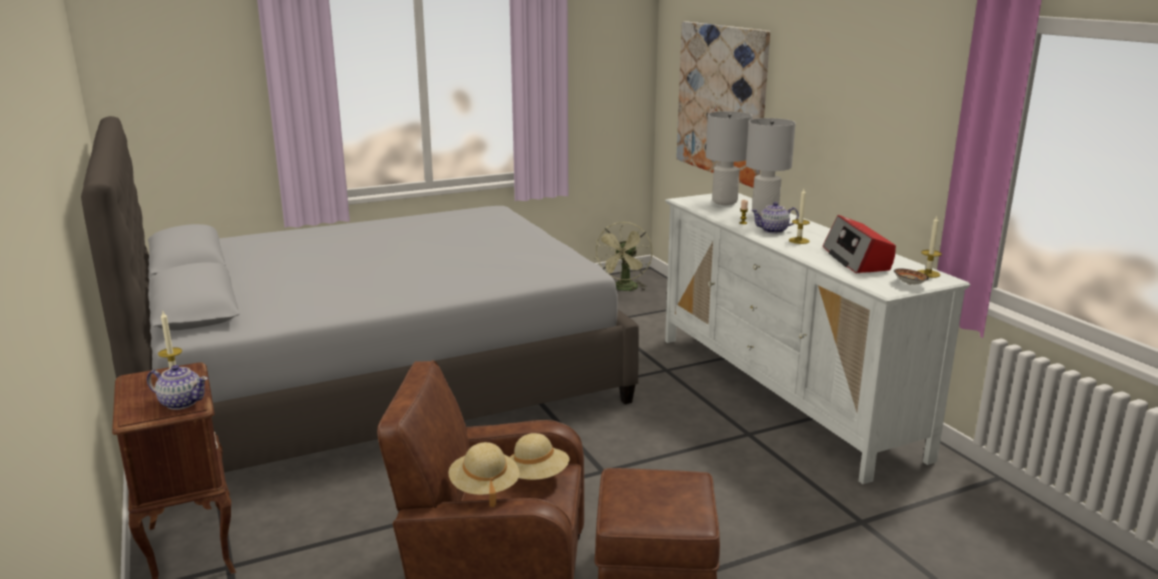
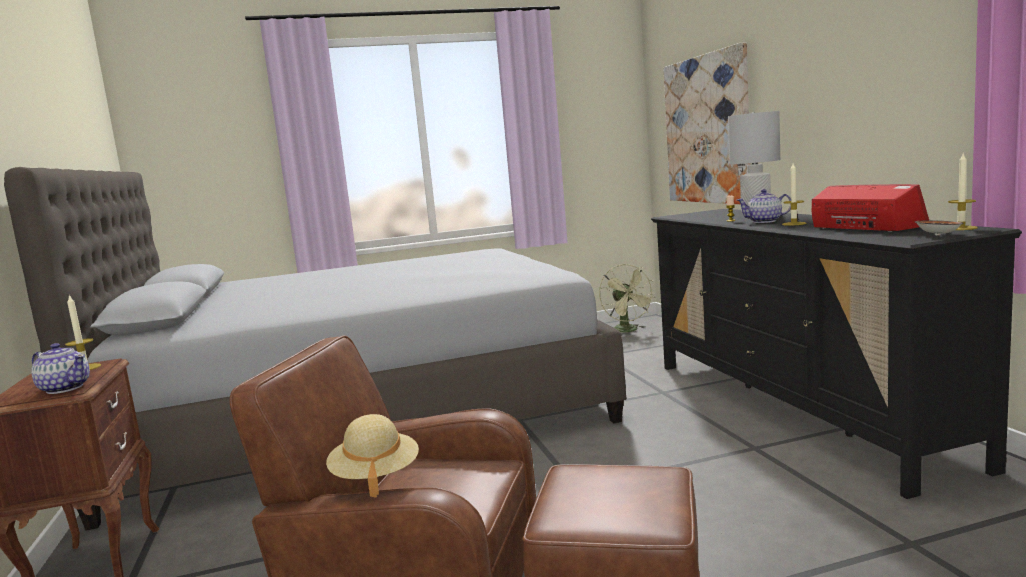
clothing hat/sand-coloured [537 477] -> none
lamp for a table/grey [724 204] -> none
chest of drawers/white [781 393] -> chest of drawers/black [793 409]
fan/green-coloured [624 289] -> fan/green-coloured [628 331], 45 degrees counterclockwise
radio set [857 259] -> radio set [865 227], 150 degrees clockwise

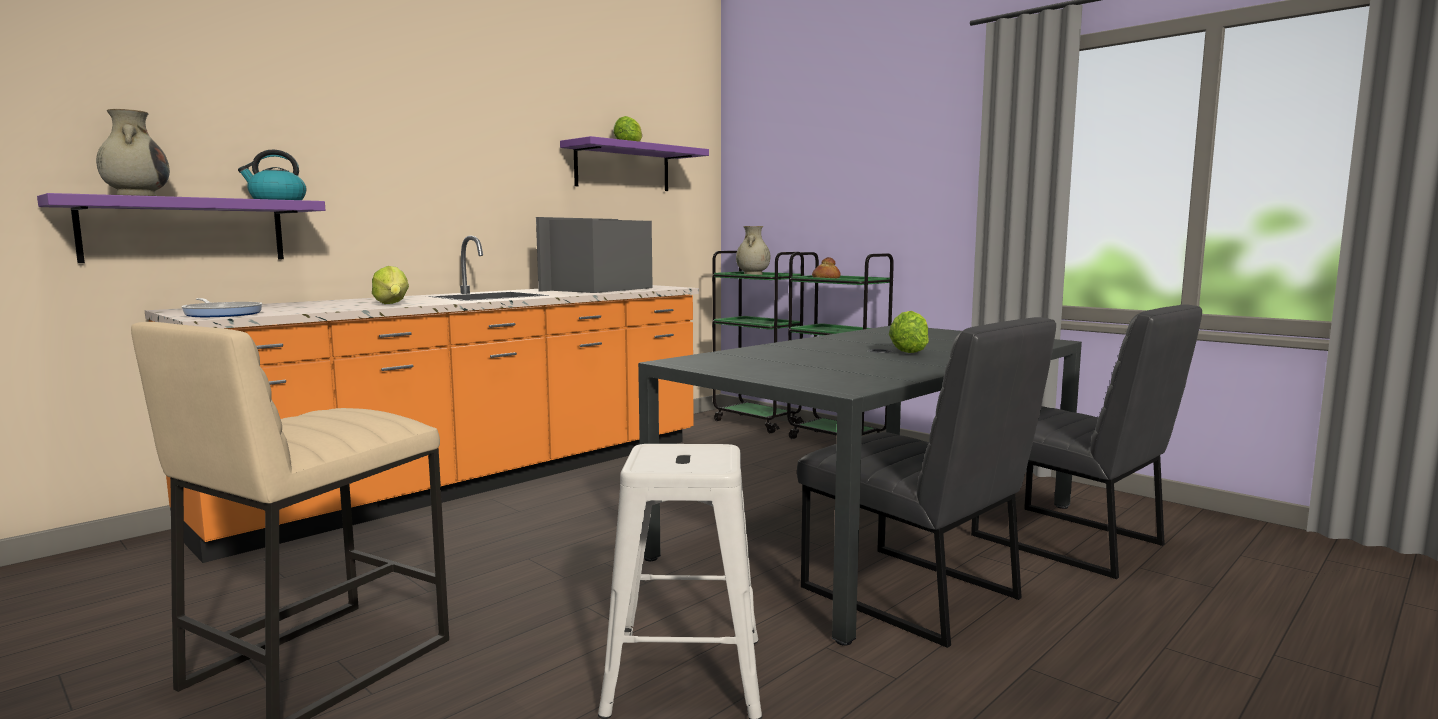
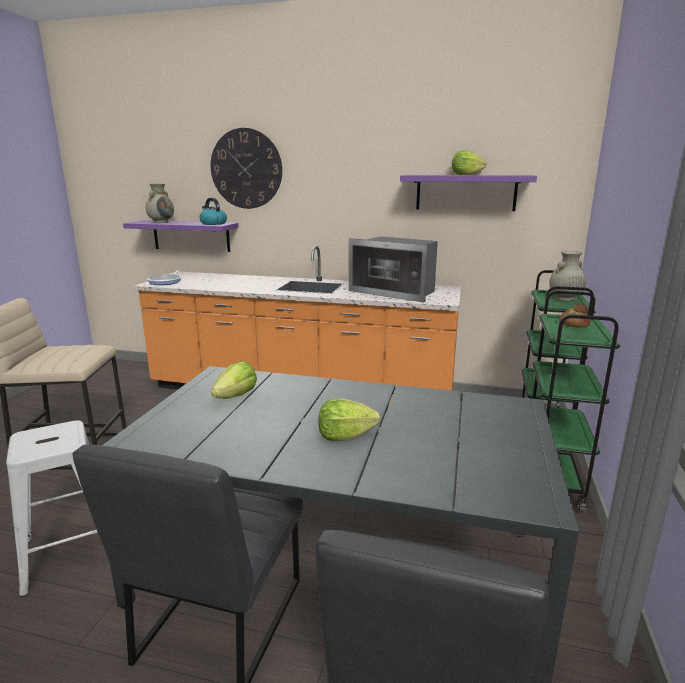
none -> hanging clock [246 169]
head of lettuce [392 304] -> head of lettuce [236 396], move
microwave oven [600 289] -> microwave oven [395 292], 150 degrees counterclockwise

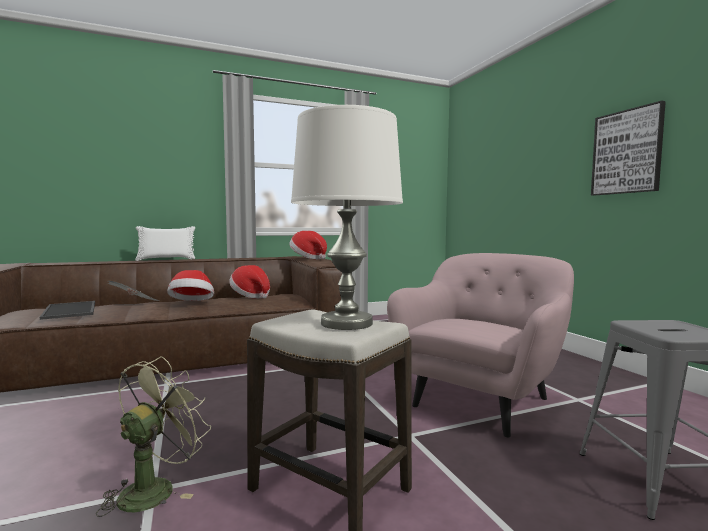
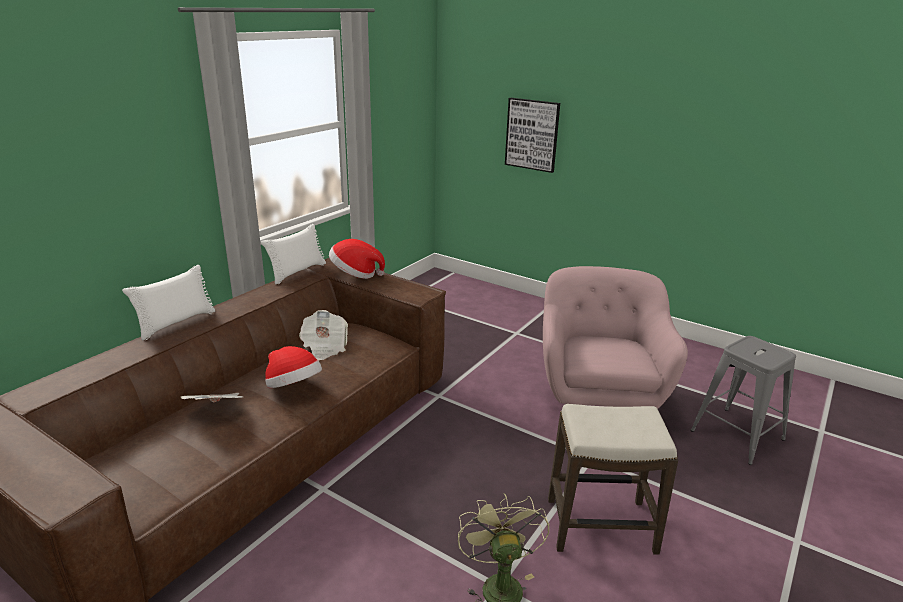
tray [71 310] -> none
lamp for a table/white [346 323] -> none
none -> pillow/white [297 272]
wall picture [627 152] -> wall picture [532 134], move
clothing hat [251 296] -> daily paper [324 347]

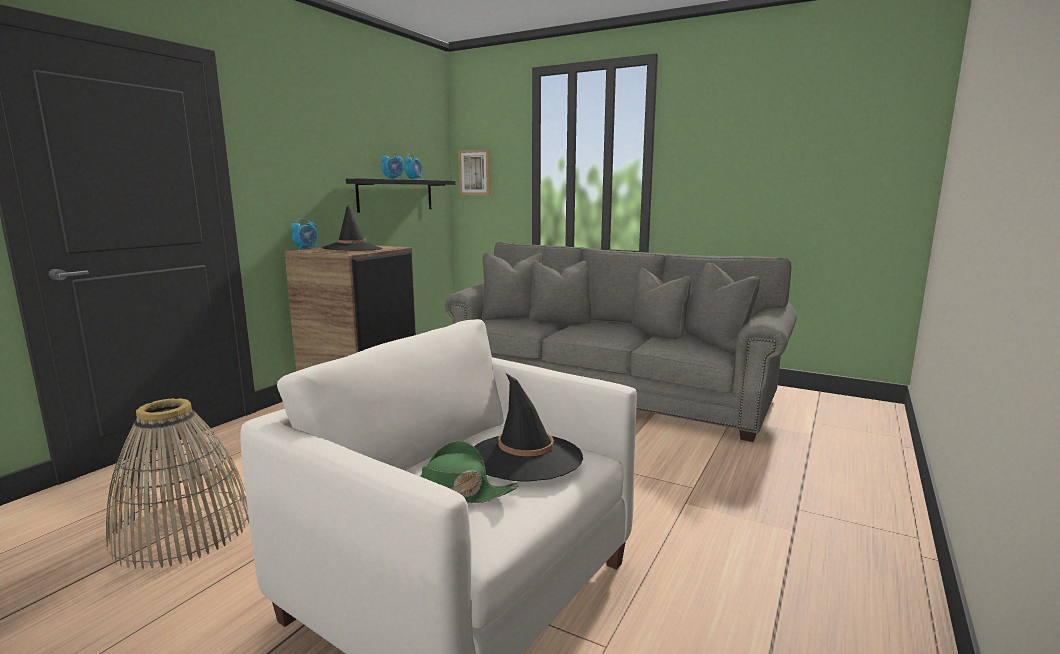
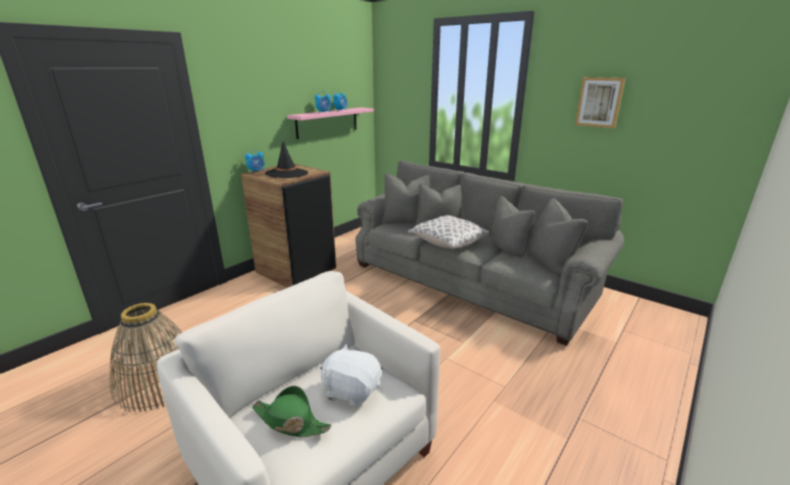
none -> pillow [447 243]
wall picture [475 172] -> wall picture [599 102], move
clothing hat/black [525 457] -> cuddly toy/white [351 390]
shelf/black [396 195] -> shelf/pink [327 122]

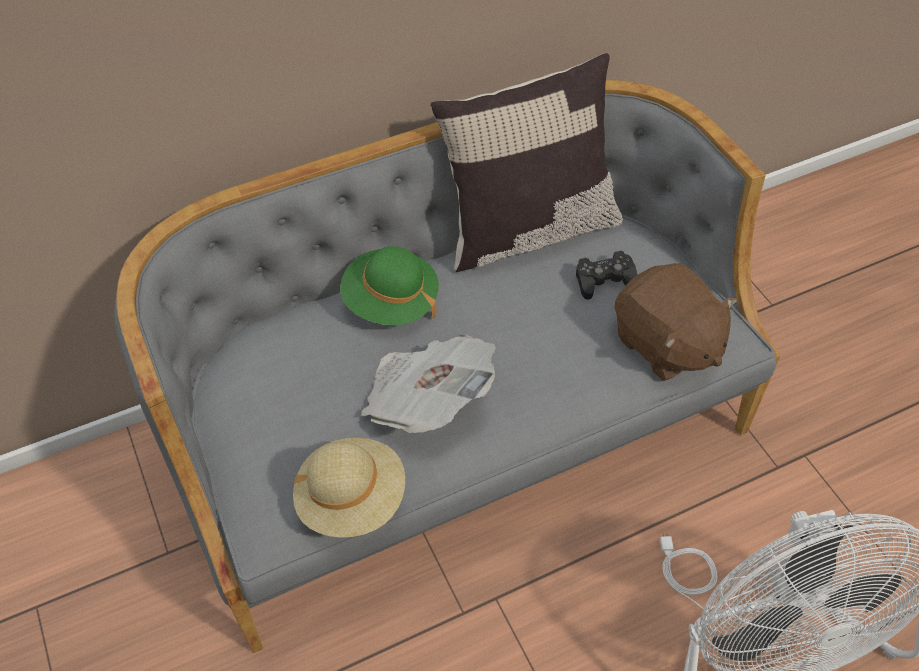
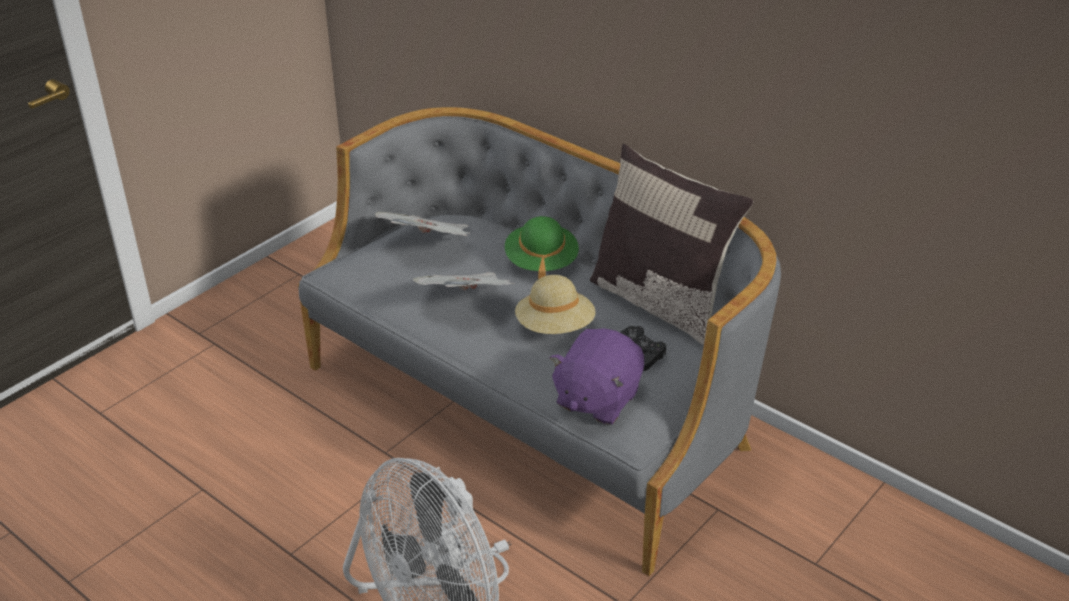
none -> daily paper [428 245]
clothing hat/sand-coloured [352 499] -> clothing hat/sand-coloured [555 327], move
cuddly toy/brownish [666 344] -> cuddly toy/purplish [596 399]

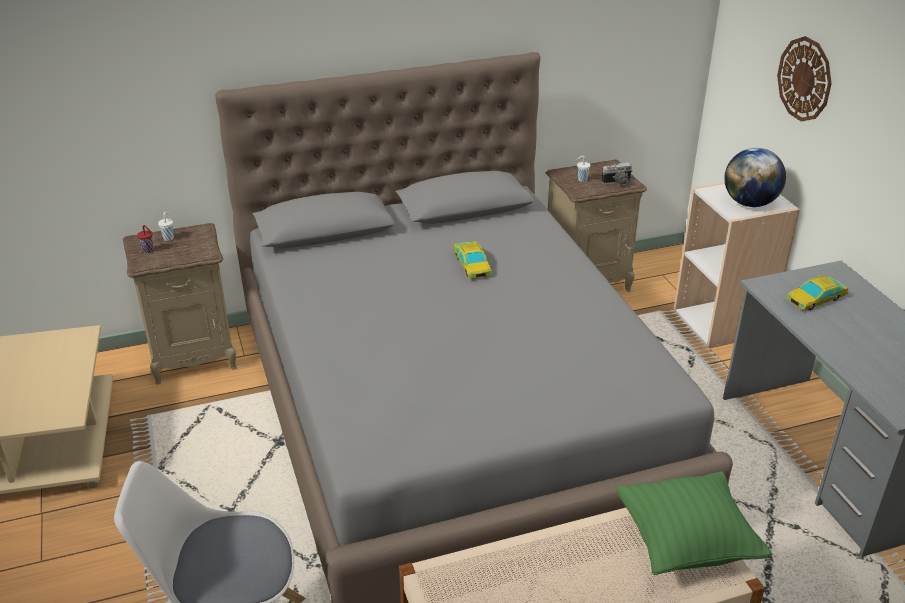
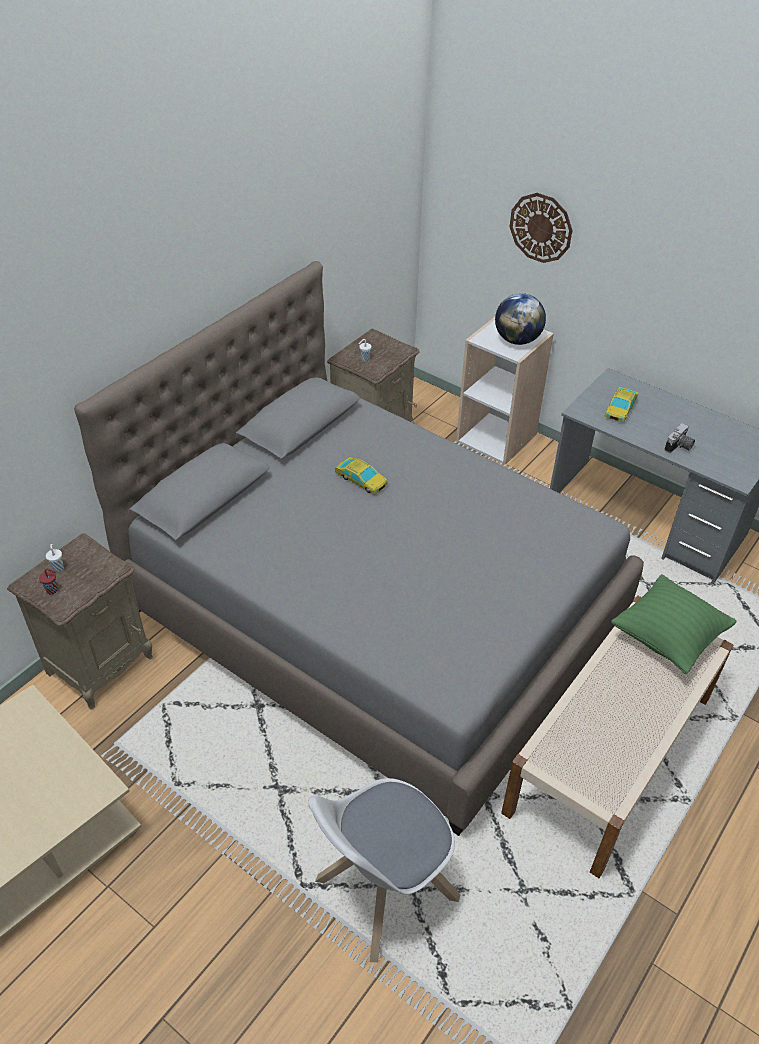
still camera [617 183] -> still camera [679 447], move

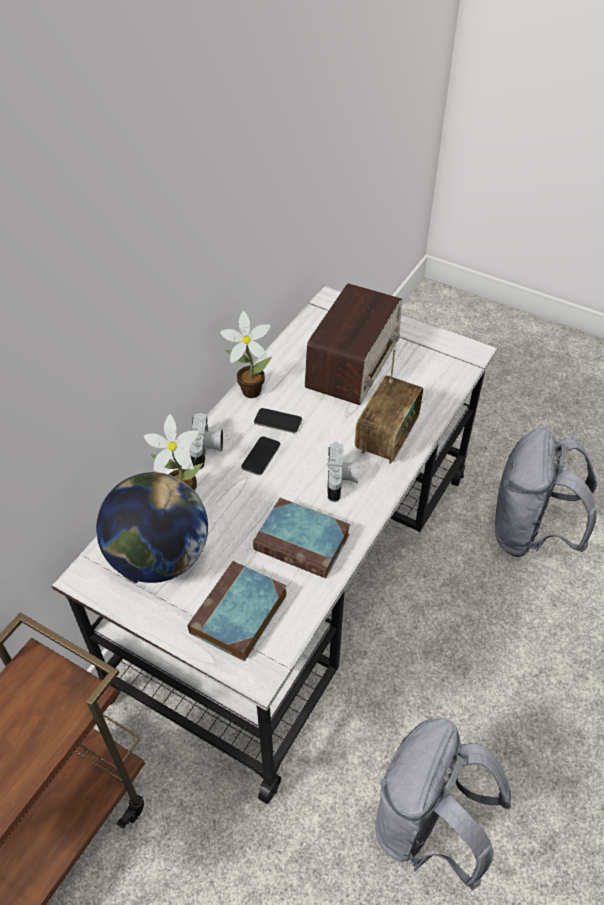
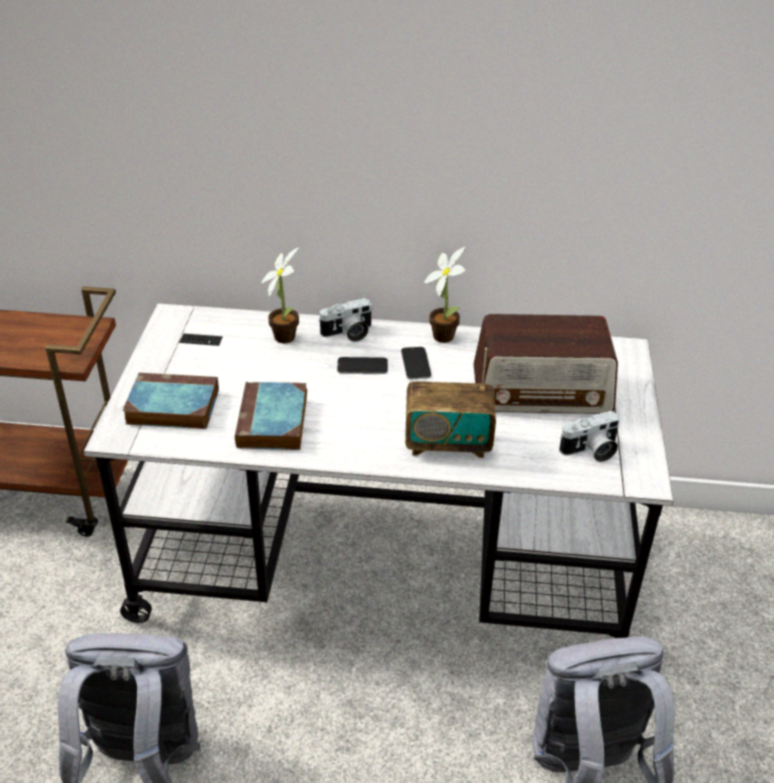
desk globe [159 558] -> none
still camera [342 481] -> still camera [591 451], move

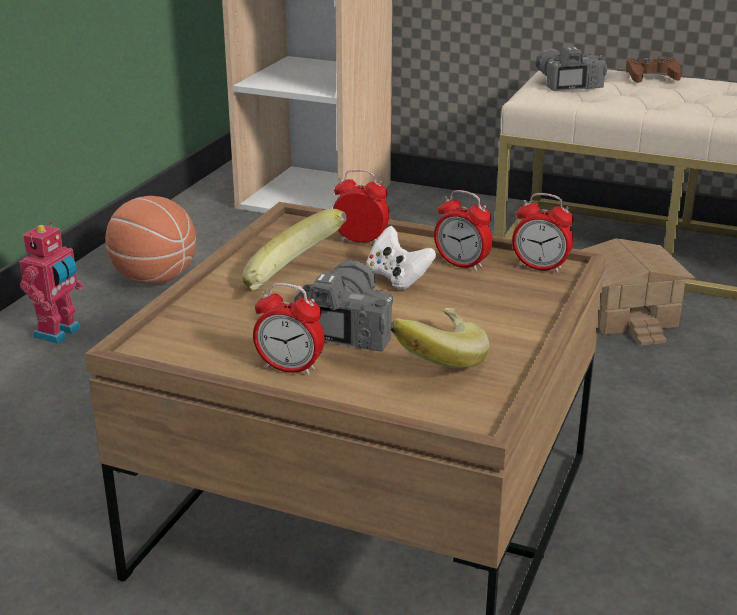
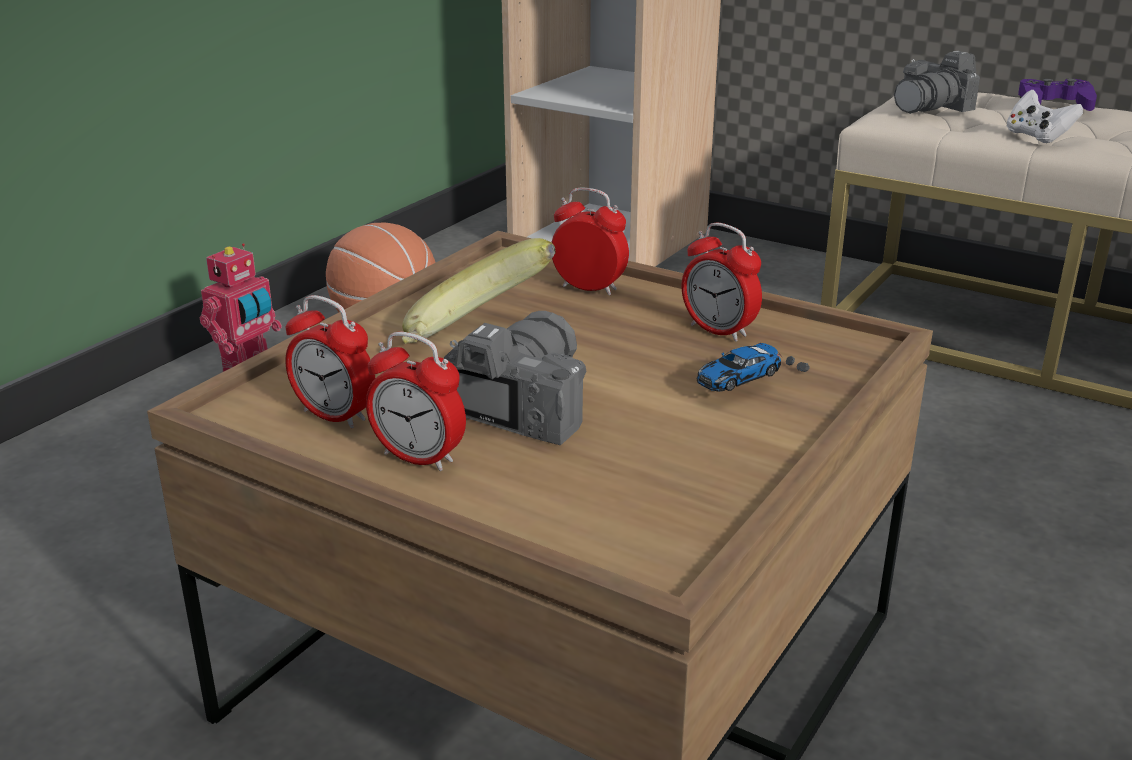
banana fruit [434 360] -> none
model house [627 312] -> none
none -> model car [752 384]
game controller/white [397 278] -> game controller/white [1037 137], move
bedside clock [540 267] -> bedside clock [335 416], move
game controller/brownish [651 76] -> game controller/purplish [1053 105]
still camera [565 83] -> still camera [931 108], 120 degrees counterclockwise

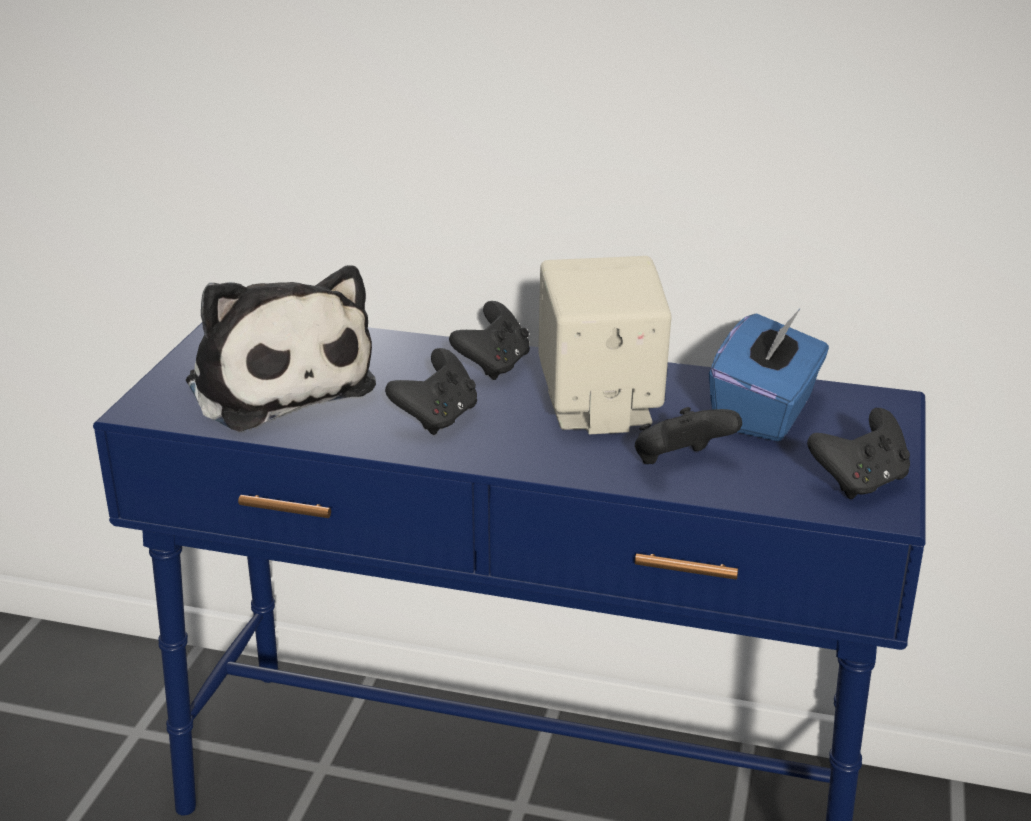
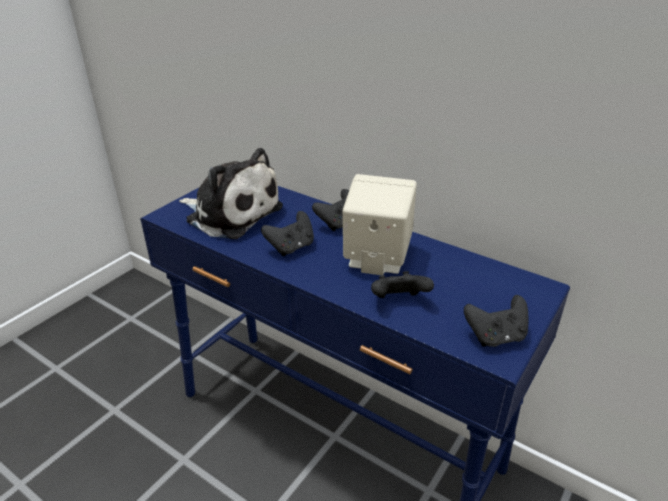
box of tissues/blue [766 412] -> none
cuddly toy [277 384] -> cuddly toy [231 213], 45 degrees counterclockwise

